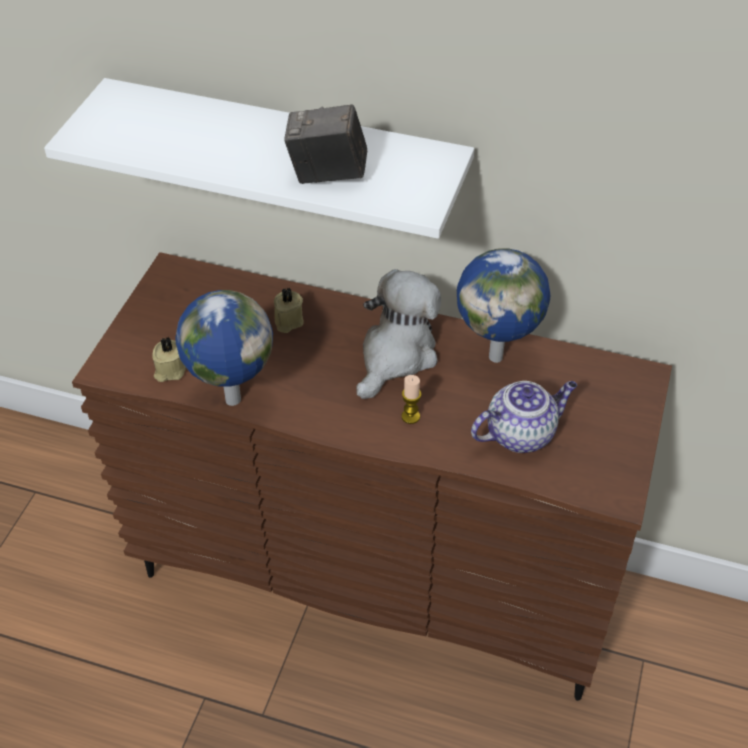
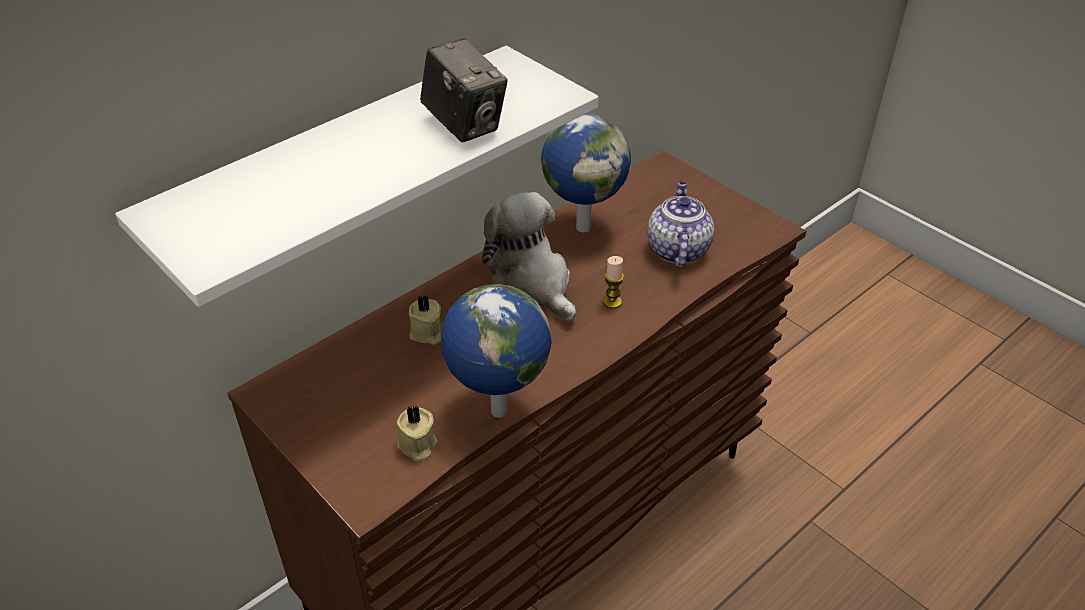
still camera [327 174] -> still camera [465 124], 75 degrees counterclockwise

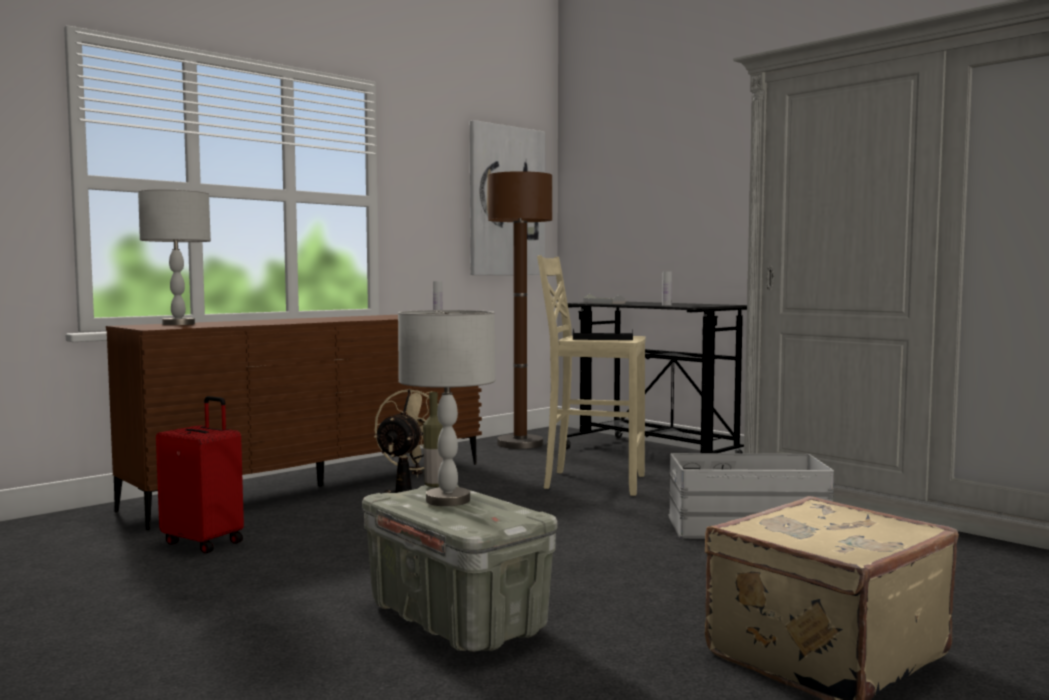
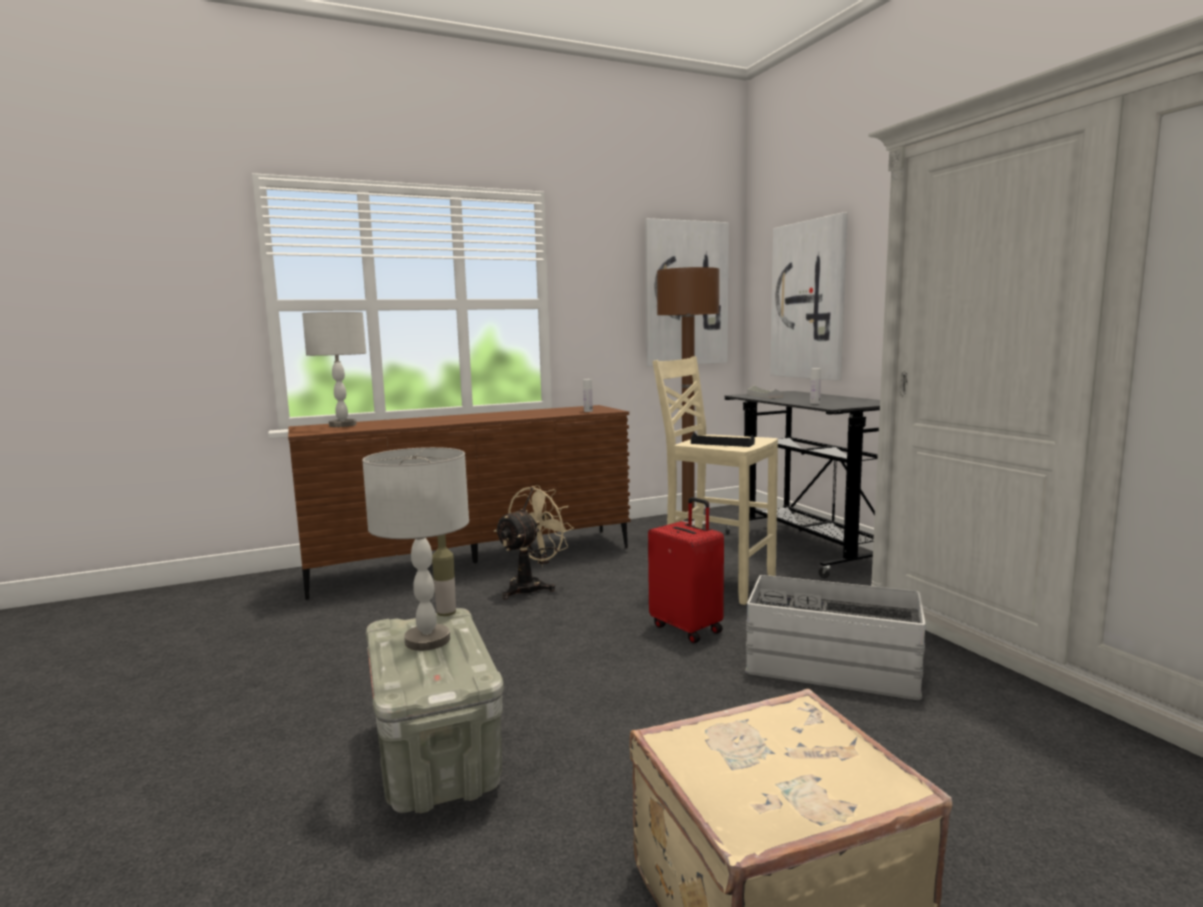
none -> wall picture [809 300]
travel case/red [204 542] -> travel case/red [687 628], move

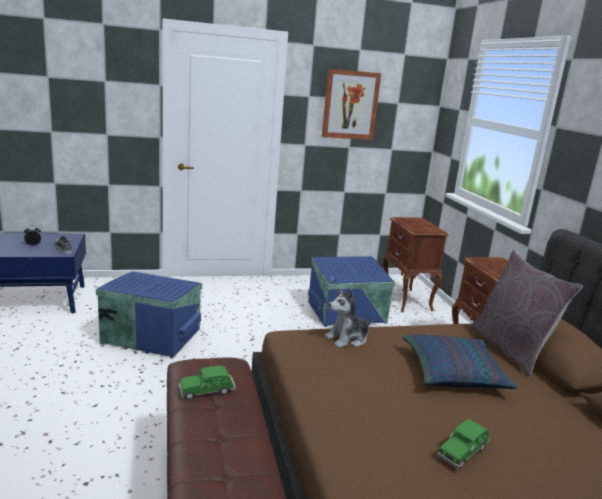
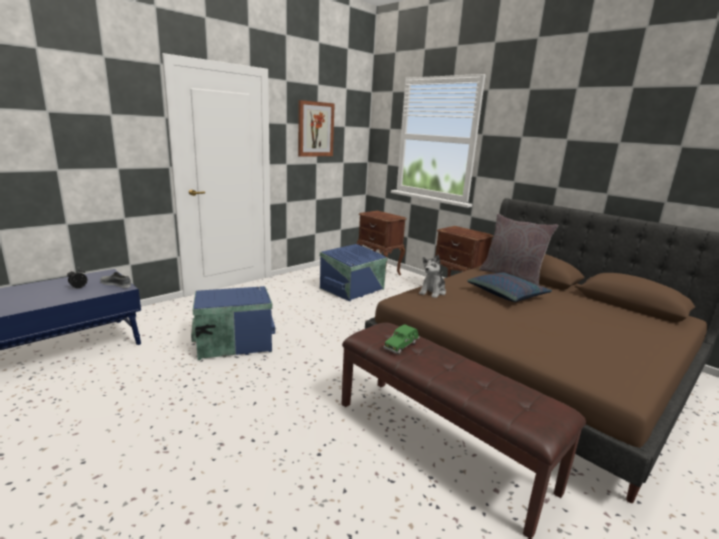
model car/green-coloured [463 452] -> none

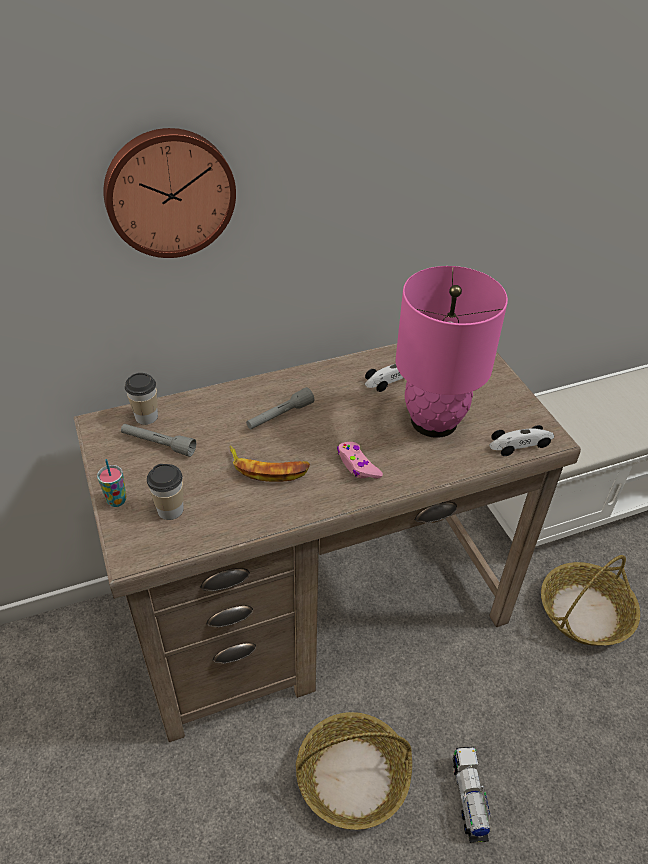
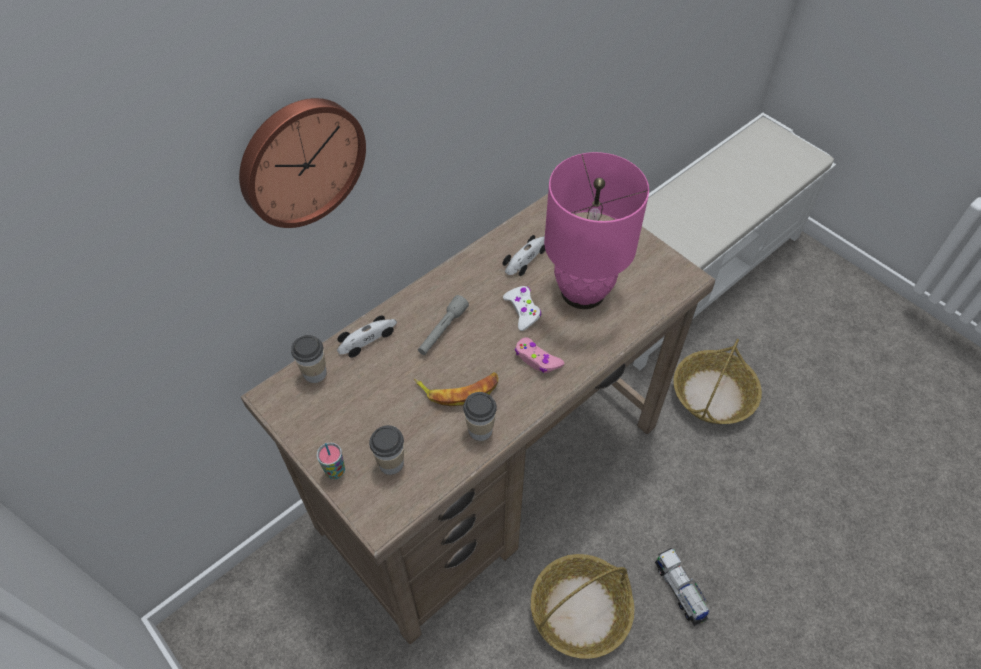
hand torch/grey [158 444] -> none
none -> drinking cup [480 430]
none -> game controller/white [522 311]
model car [521 444] -> model car [368 339], move

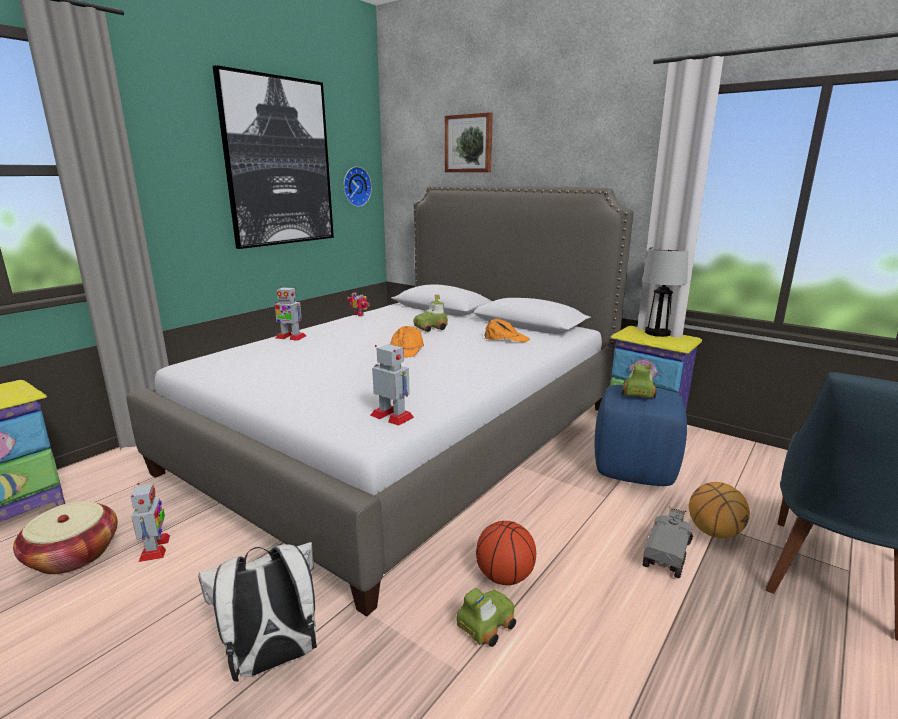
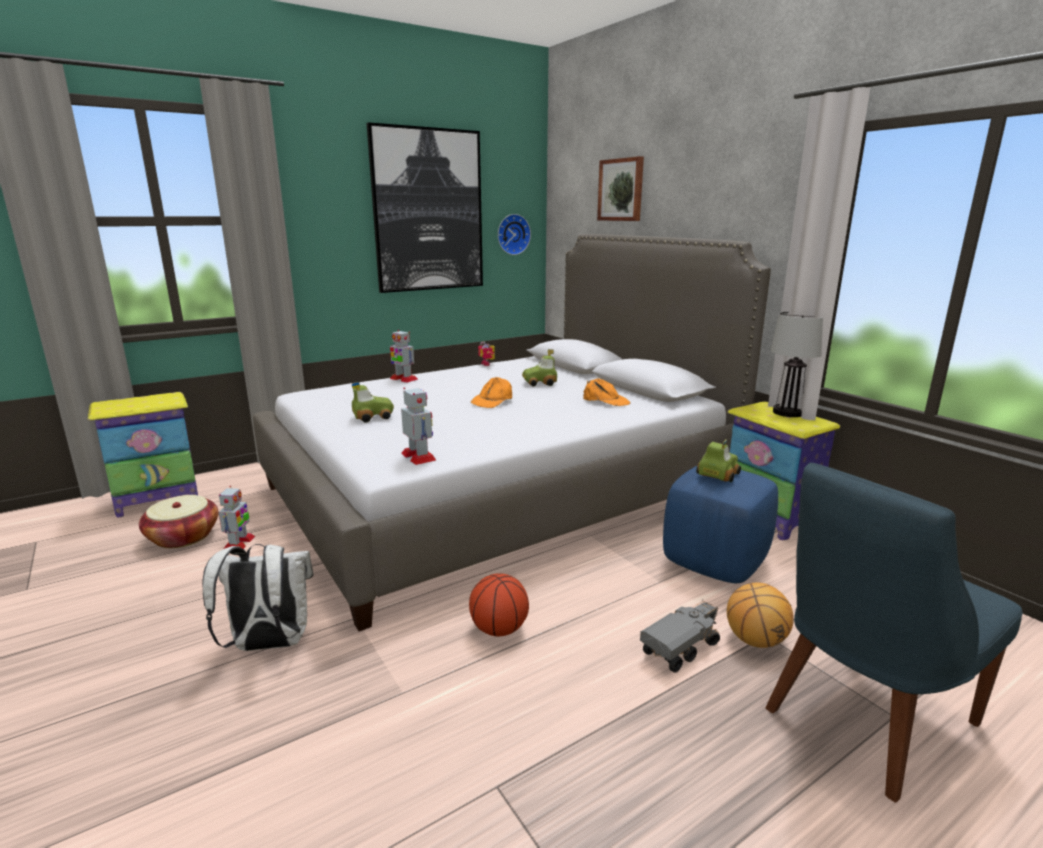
model car [485 625] -> model car [372 417], move

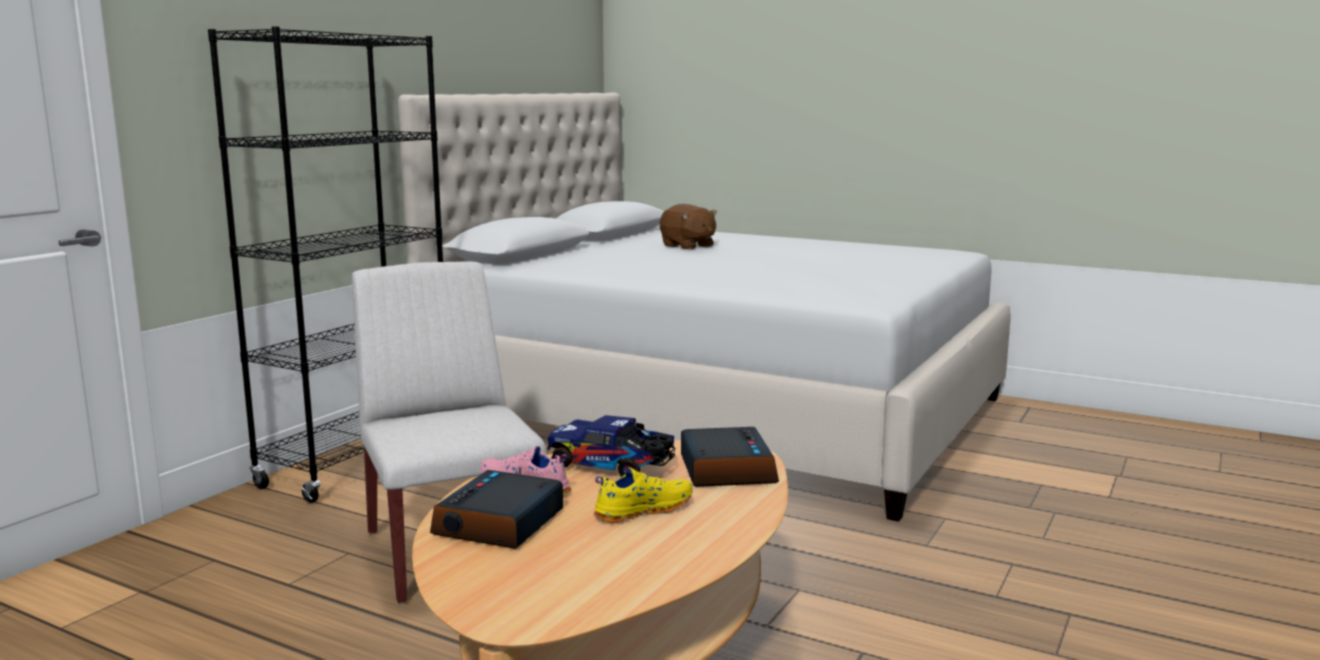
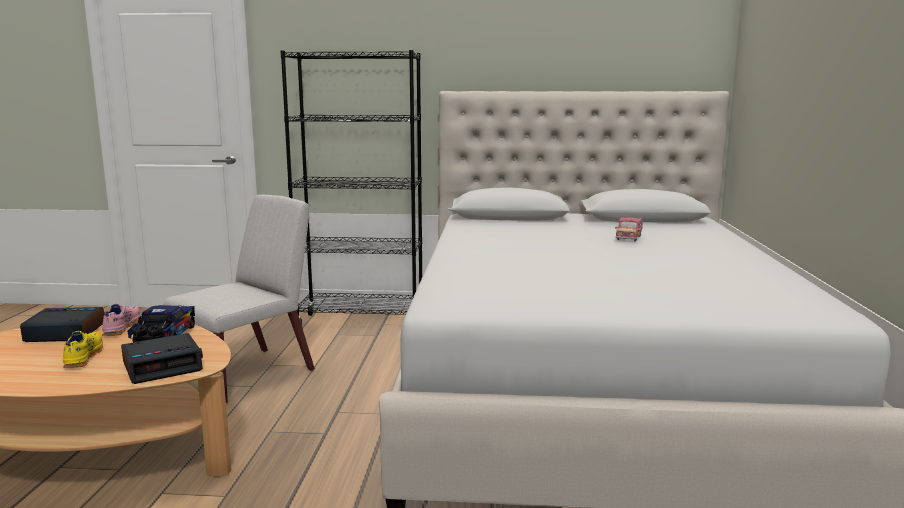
cuddly toy/brownish [688 246] -> model car [628 238]
item of footwear/yellow [642 510] -> item of footwear/yellow [82 357], 135 degrees counterclockwise

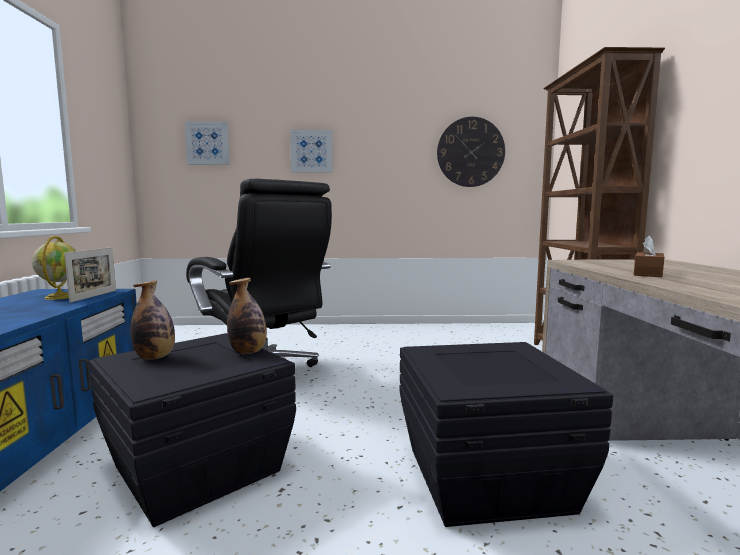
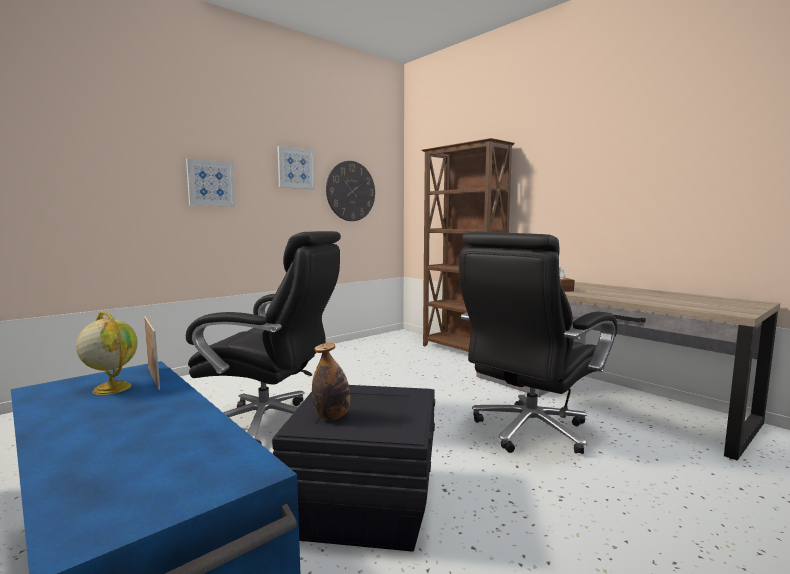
drink bottle [248 352] -> none
wall picture [207 143] -> wall picture [296 168], move
storage box/black [487 477] -> desk chair/black [527 433]

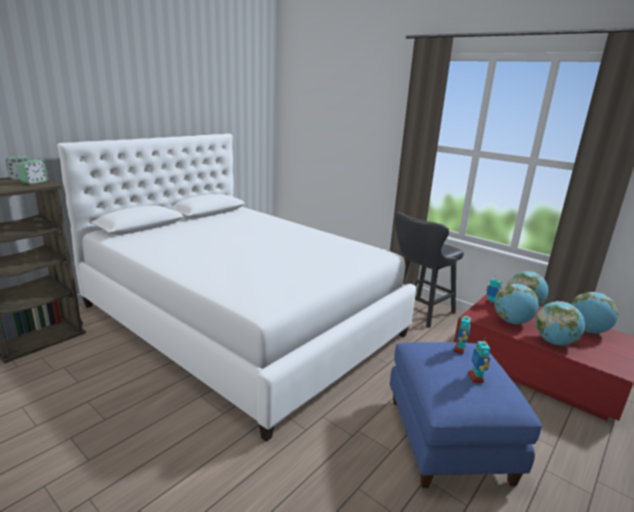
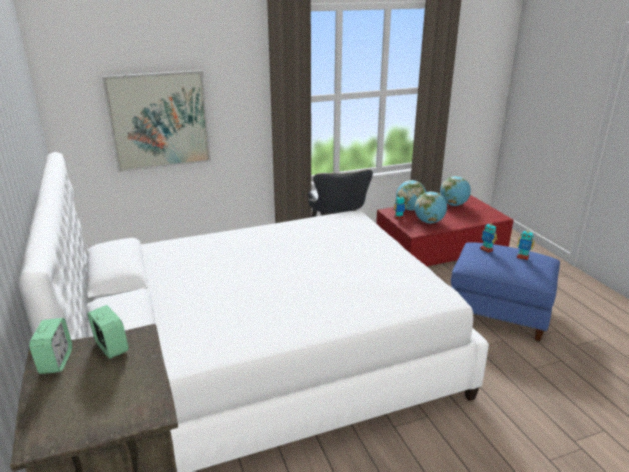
desk globe [554 342] -> none
none -> wall picture [159 120]

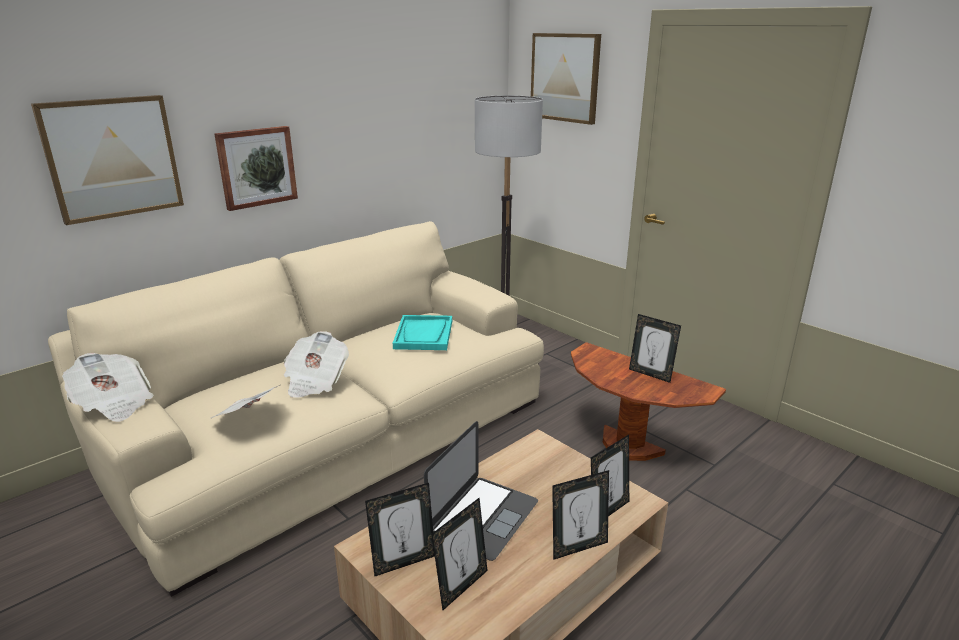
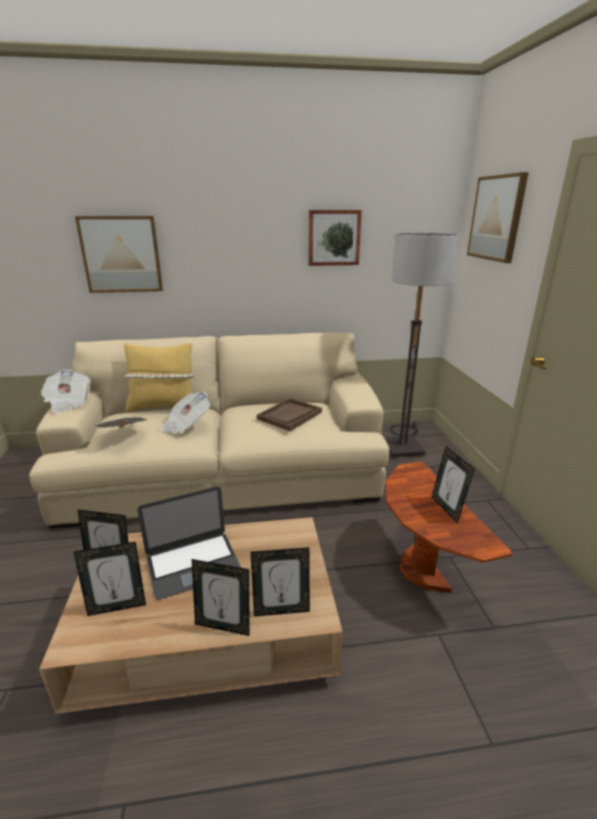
none -> pillow/yellow [163 408]
wall picture [256 167] -> wall picture [333 238], move
tray/blue-green [424 334] -> tray/brownish [289 416]

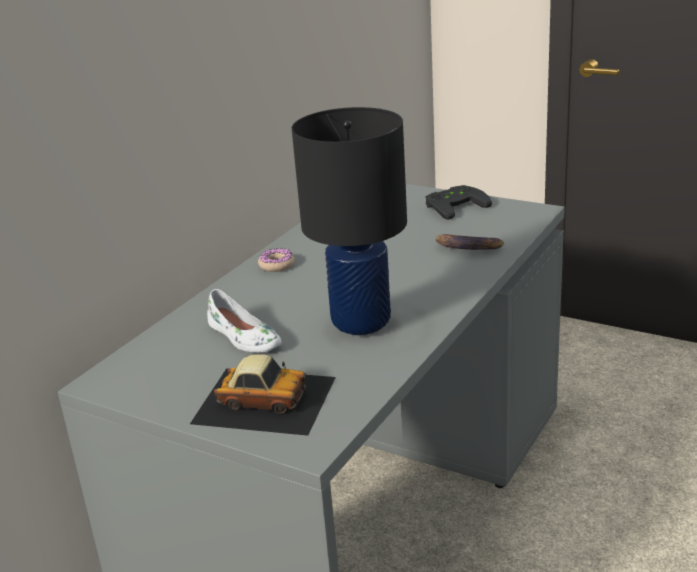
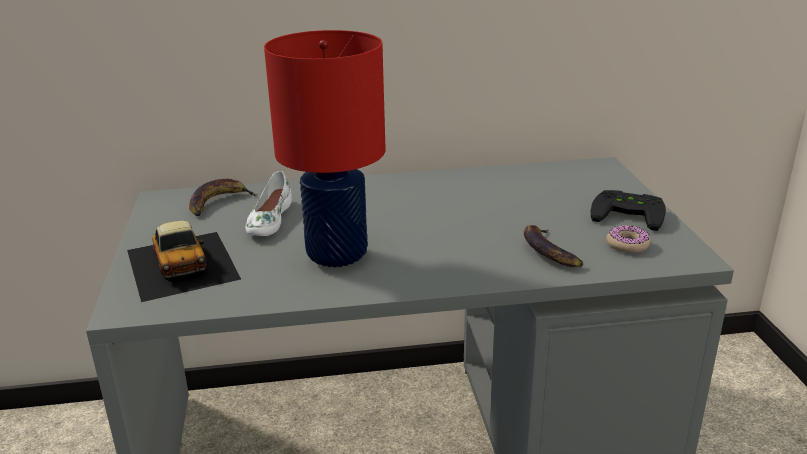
none -> banana fruit [218 202]
donut [276 265] -> donut [627 245], move
lamp for a table/black [362 326] -> lamp for a table/red [337 258]

